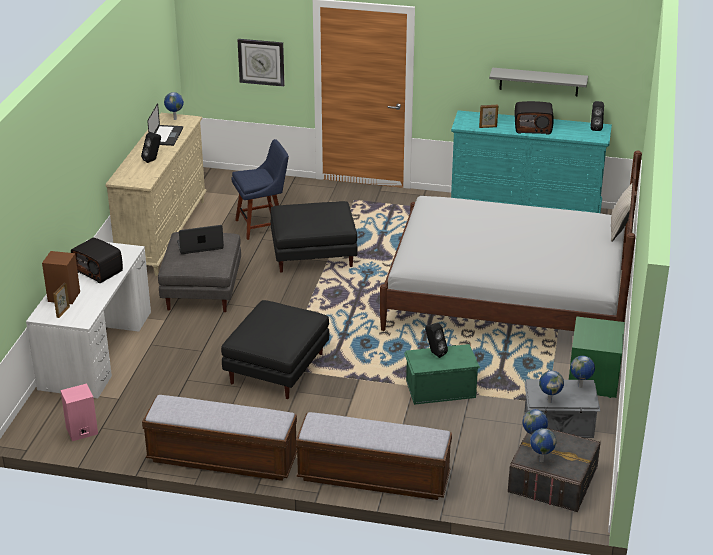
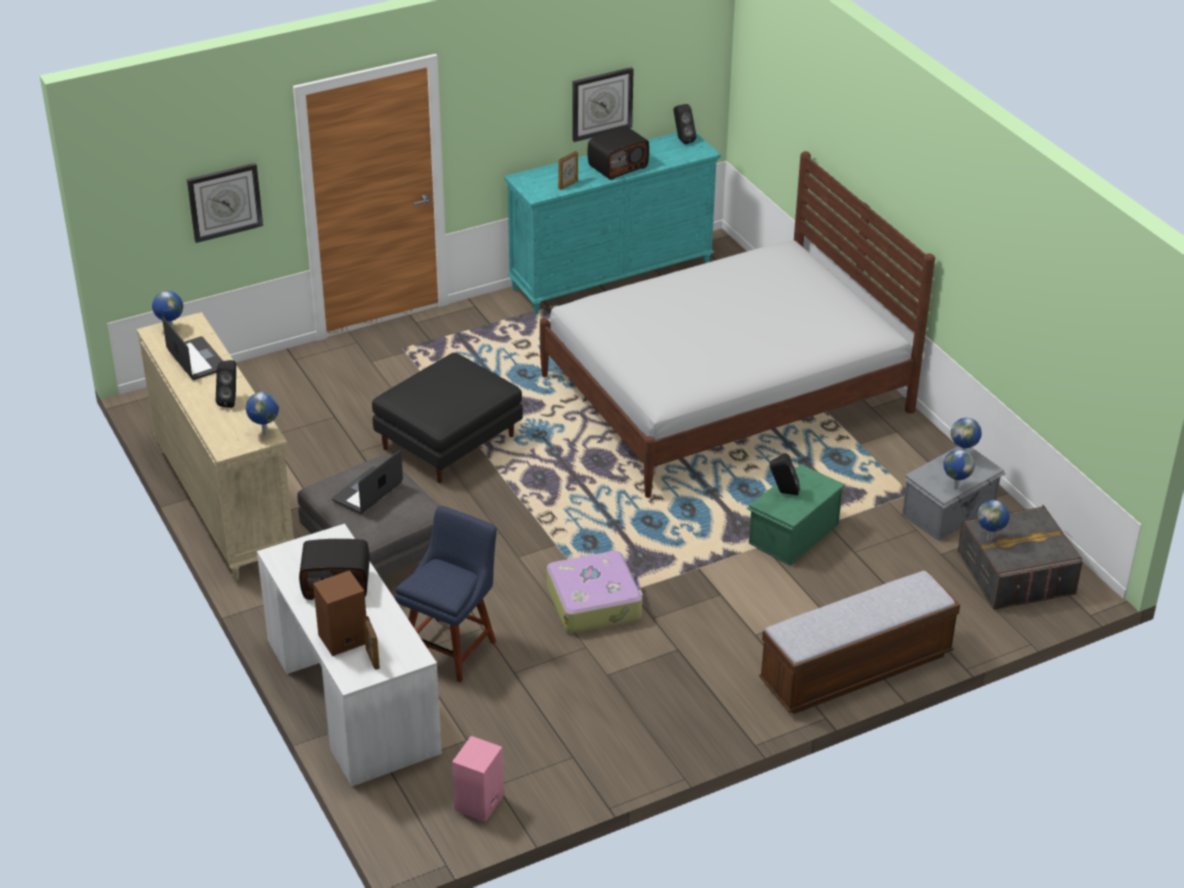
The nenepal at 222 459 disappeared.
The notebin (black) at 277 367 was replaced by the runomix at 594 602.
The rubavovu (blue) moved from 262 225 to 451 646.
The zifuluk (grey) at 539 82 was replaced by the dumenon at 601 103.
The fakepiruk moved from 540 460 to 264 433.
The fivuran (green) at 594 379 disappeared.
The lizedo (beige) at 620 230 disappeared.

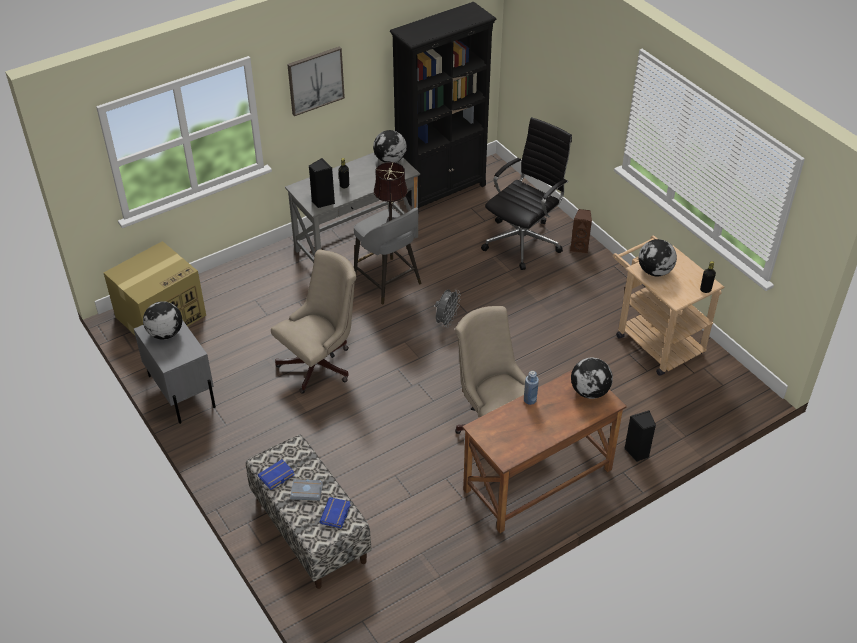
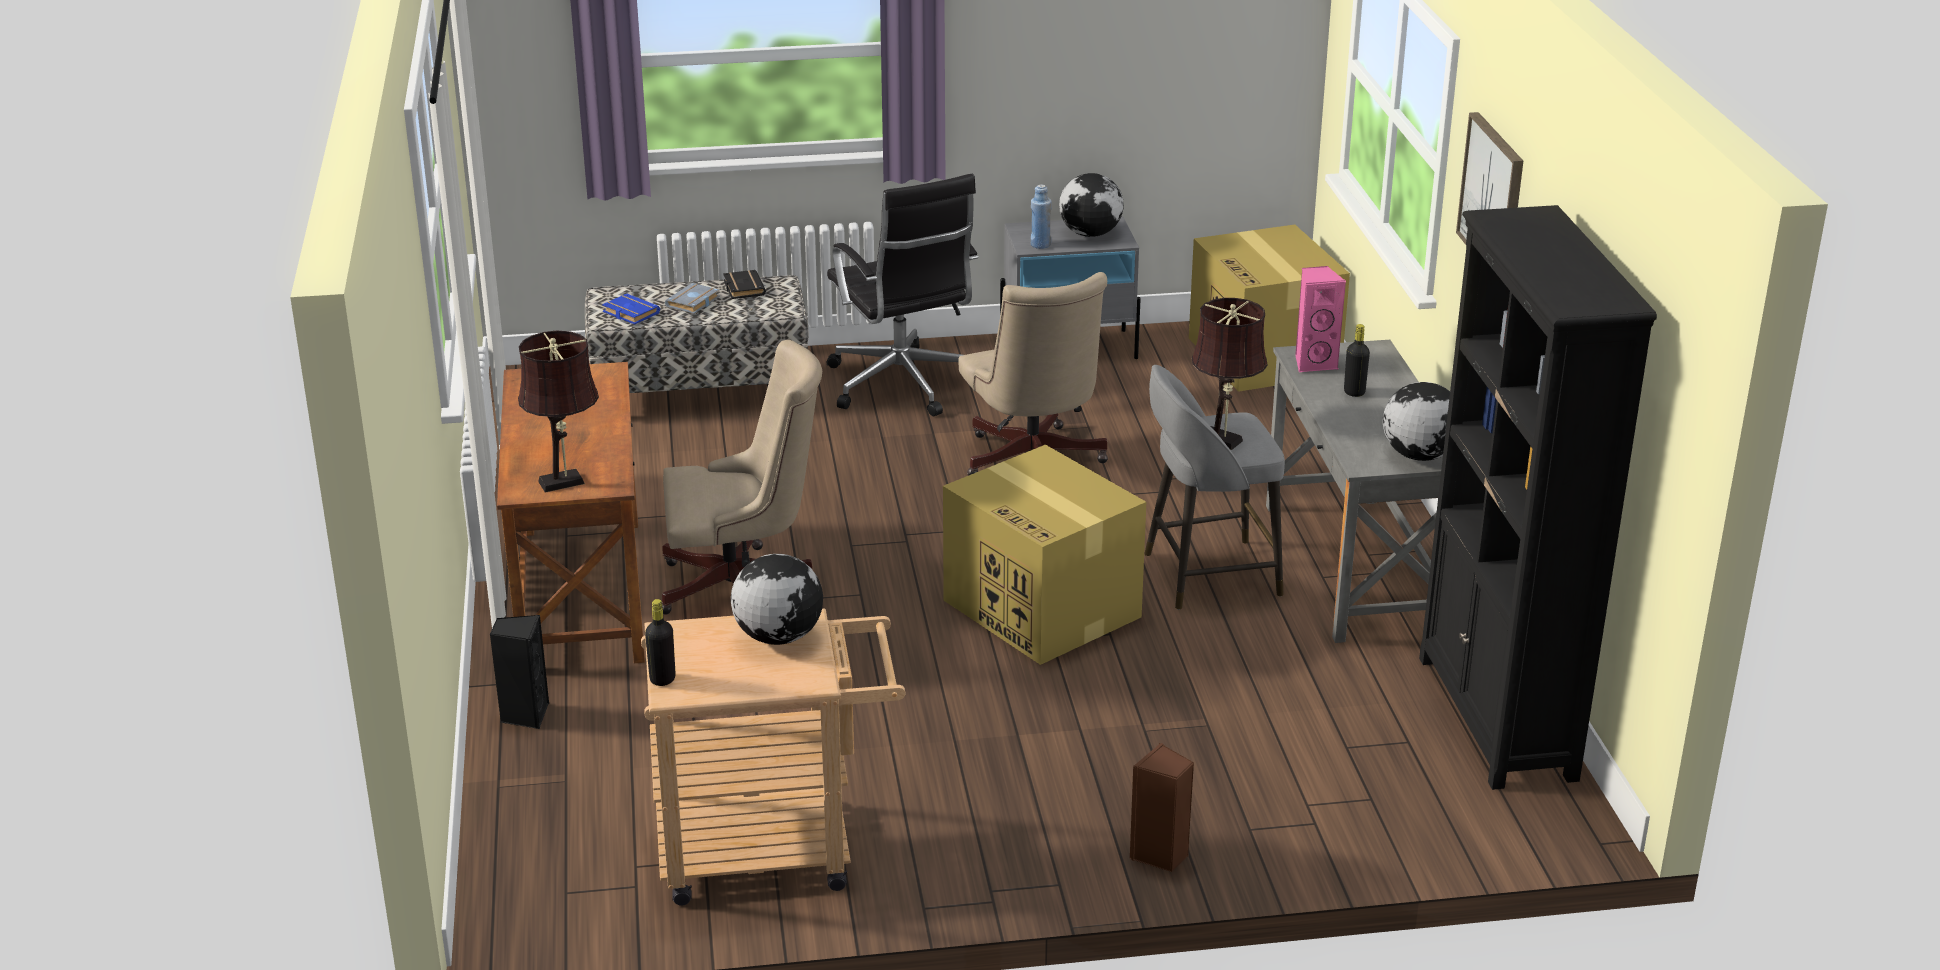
The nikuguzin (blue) at 276 477 became the nikuguzin (black) at 742 288.
The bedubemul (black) at 322 201 became the bedubemul (pink) at 1314 363.
The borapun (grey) at 446 321 was replaced by the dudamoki at 1044 609.
The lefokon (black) moved from 523 241 to 903 385.
The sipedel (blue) moved from 530 400 to 1040 245.
The fakepiruk at 590 391 was replaced by the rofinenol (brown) at 566 481.

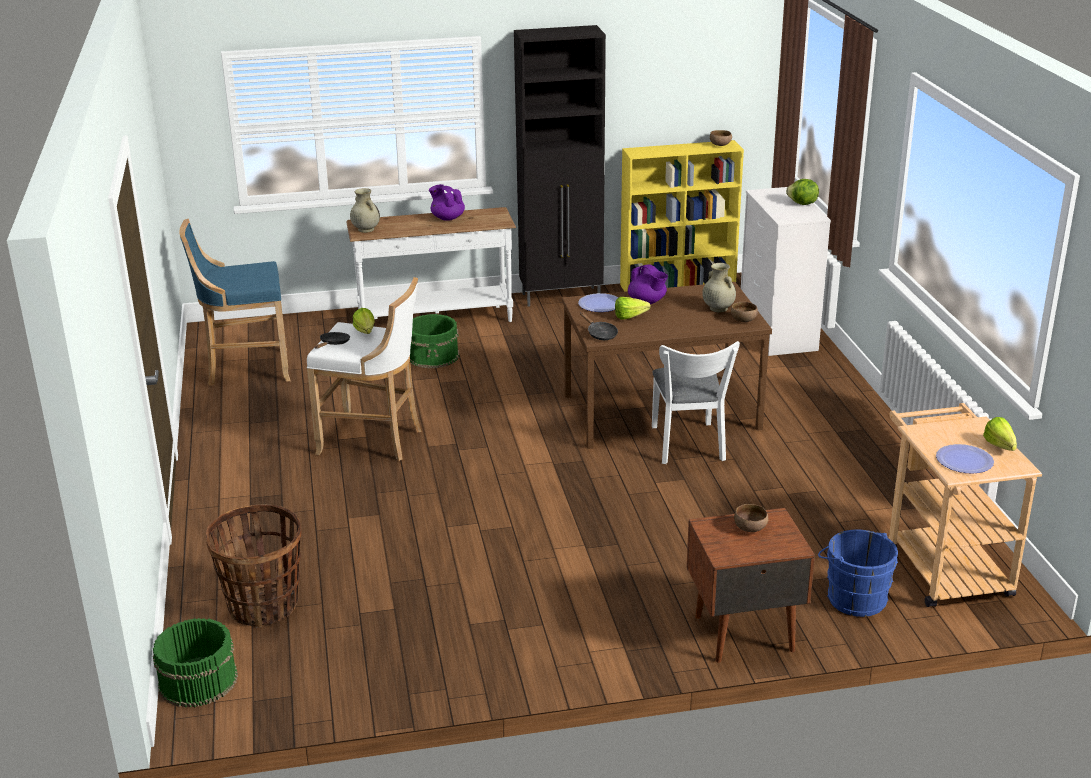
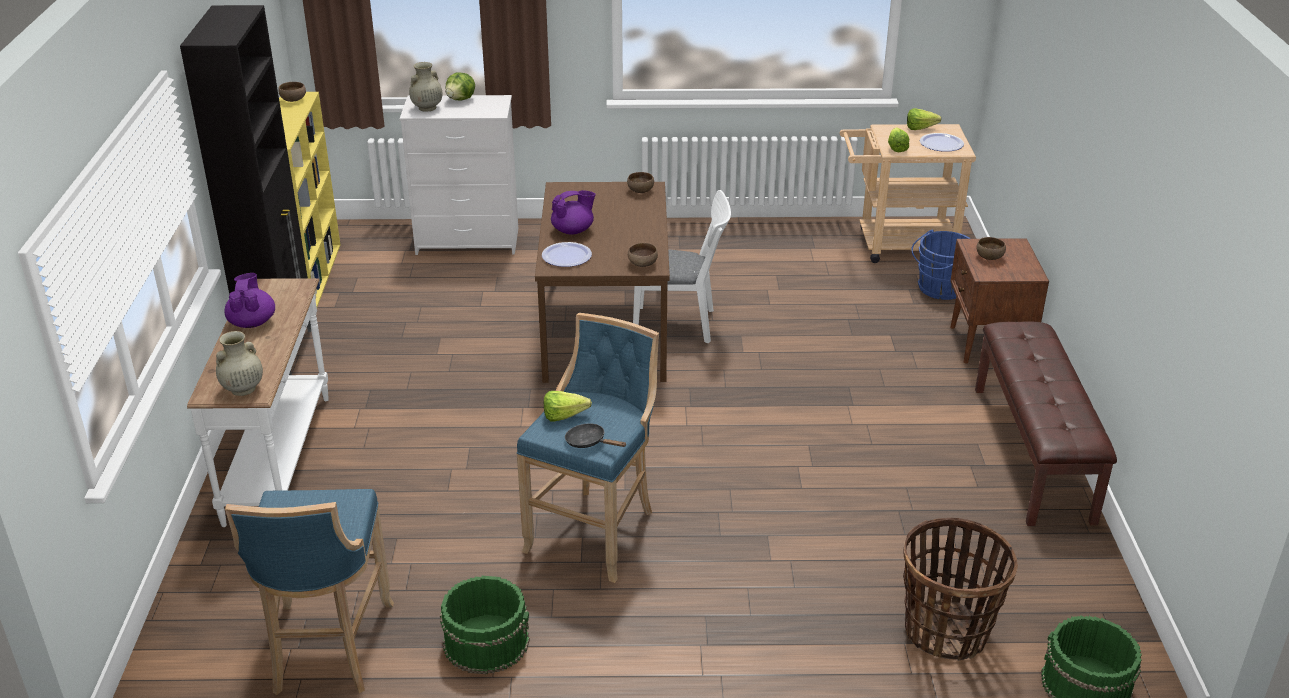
The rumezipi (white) at 374 441 became the rumezipi (blue) at 595 531.
The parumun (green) moved from 433 356 to 486 642.
The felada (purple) at 447 218 turned 120 degrees clockwise.
The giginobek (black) at 600 334 was replaced by the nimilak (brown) at 642 264.
The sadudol moved from 633 317 to 897 147.
The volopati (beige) moved from 718 308 to 427 108.
The nenepal (brown) at 1033 453 appeared.

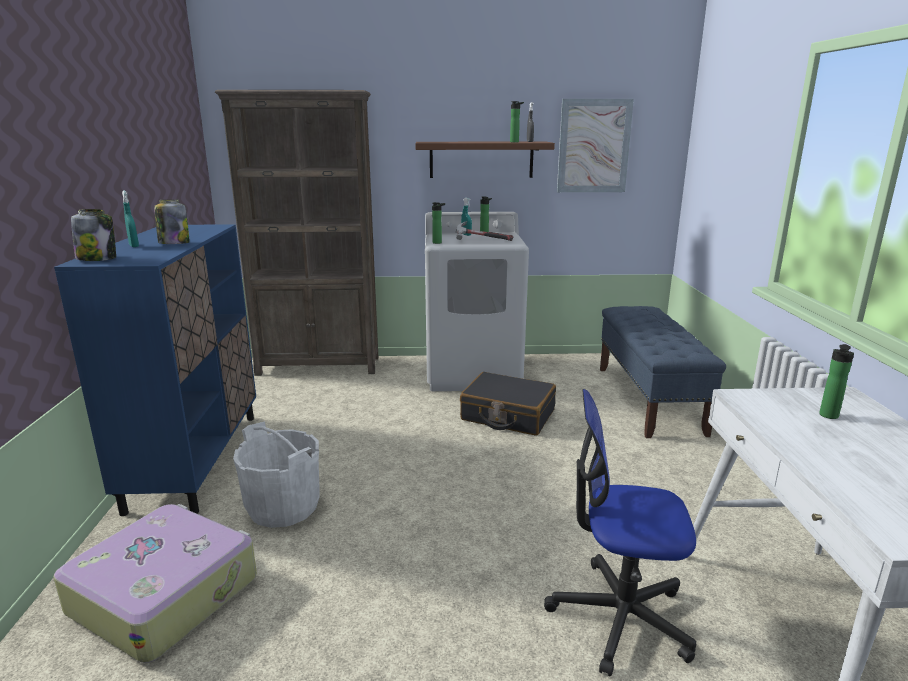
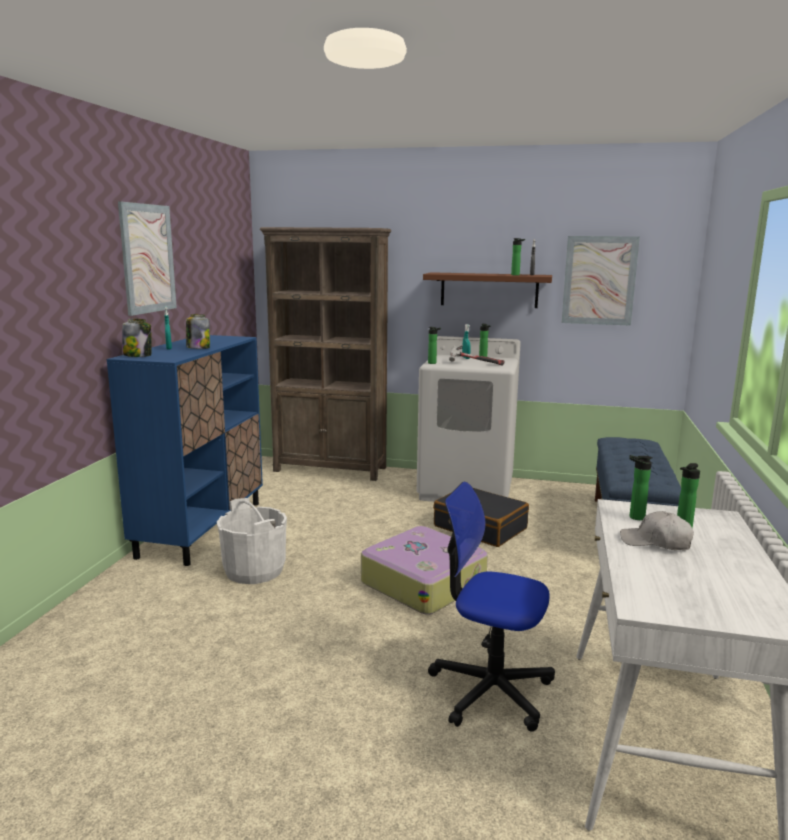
The runomix moved from 165 593 to 424 582.
The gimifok at 148 258 appeared.
The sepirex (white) at 656 542 appeared.
The sipedel at 634 517 appeared.

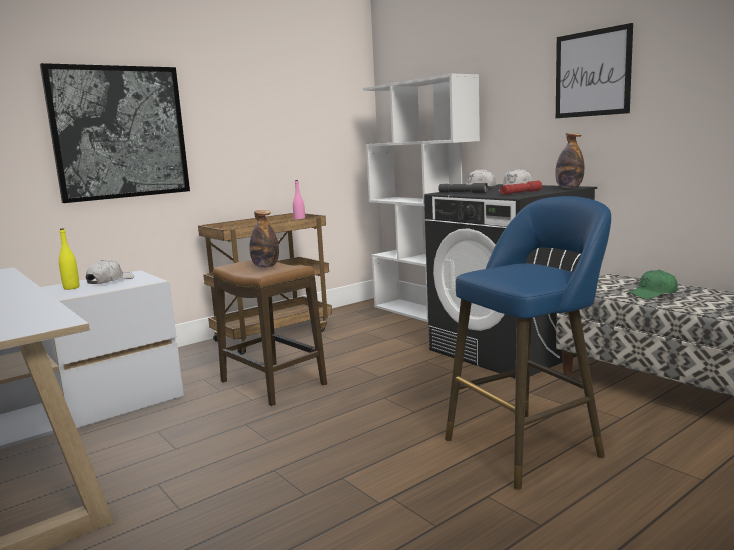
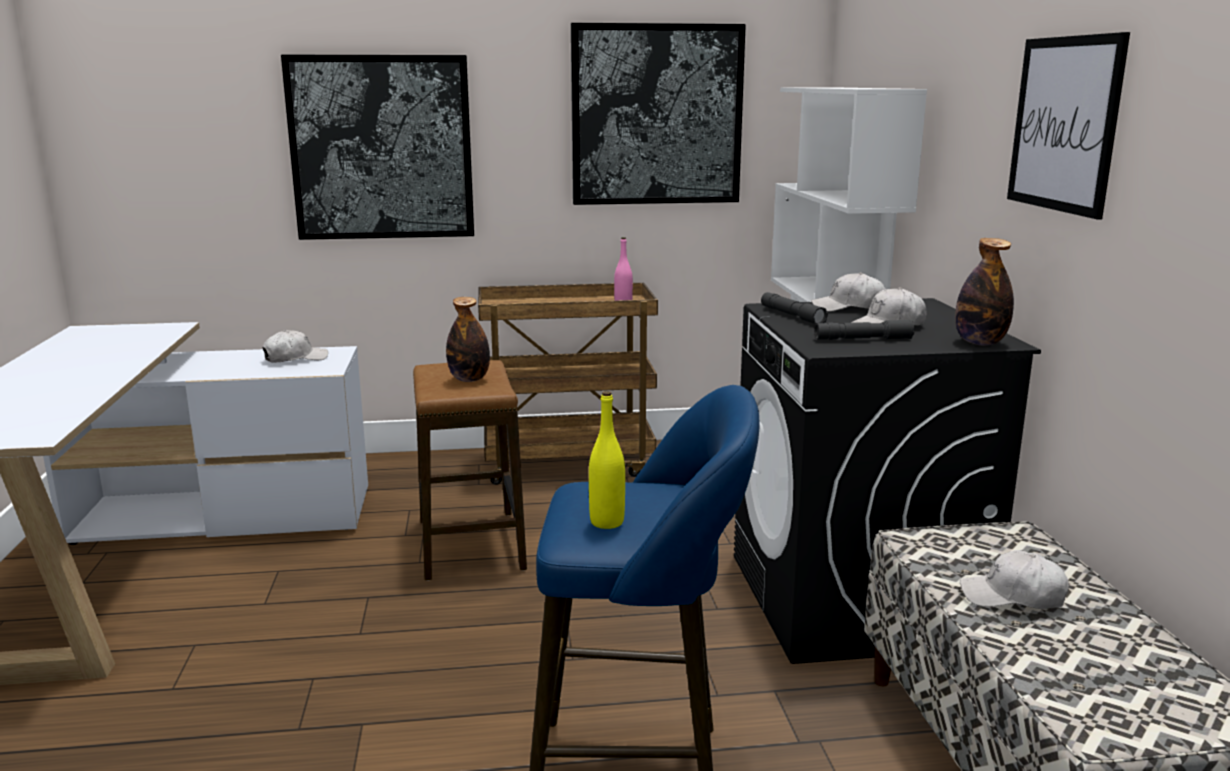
The sipedel (yellow) moved from 71 288 to 607 522.
The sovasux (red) at 521 193 became the sovasux (grey) at 863 339.
The sepirex (green) at 652 294 became the sepirex (white) at 1012 597.
The gimifok at 656 115 appeared.

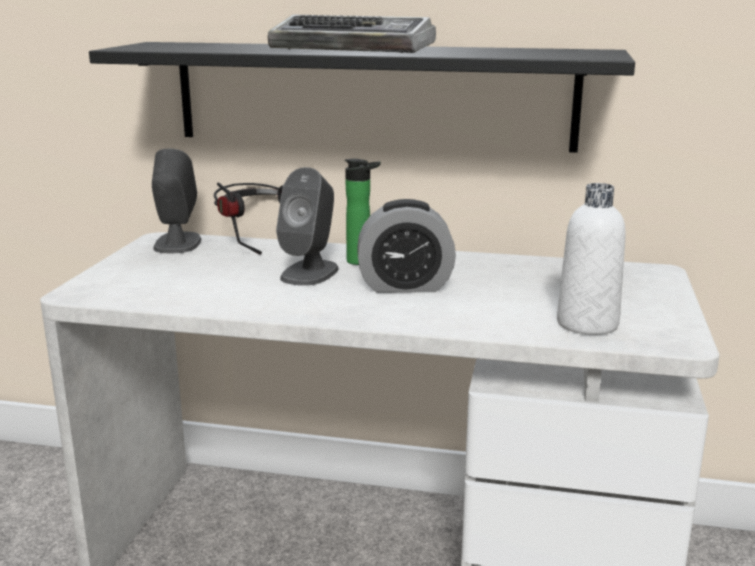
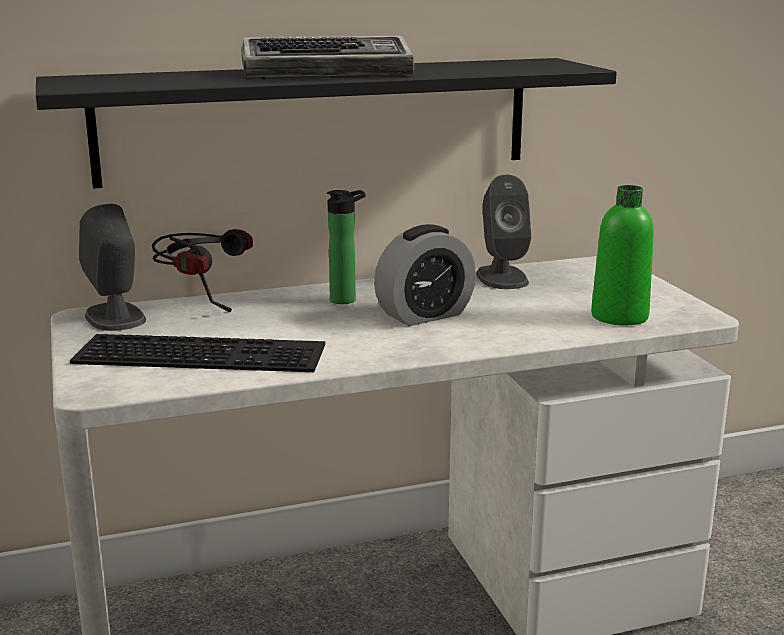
The bedubemul (grey) moved from 310 273 to 502 277.
The sipedel (white) at 587 324 became the sipedel (green) at 619 316.
The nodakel at 204 352 appeared.

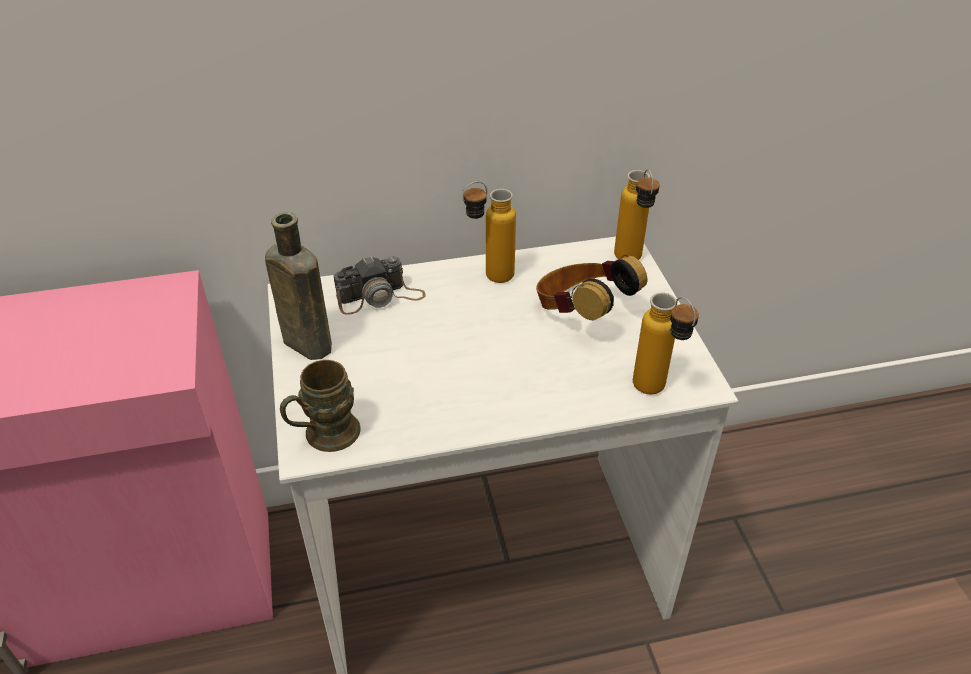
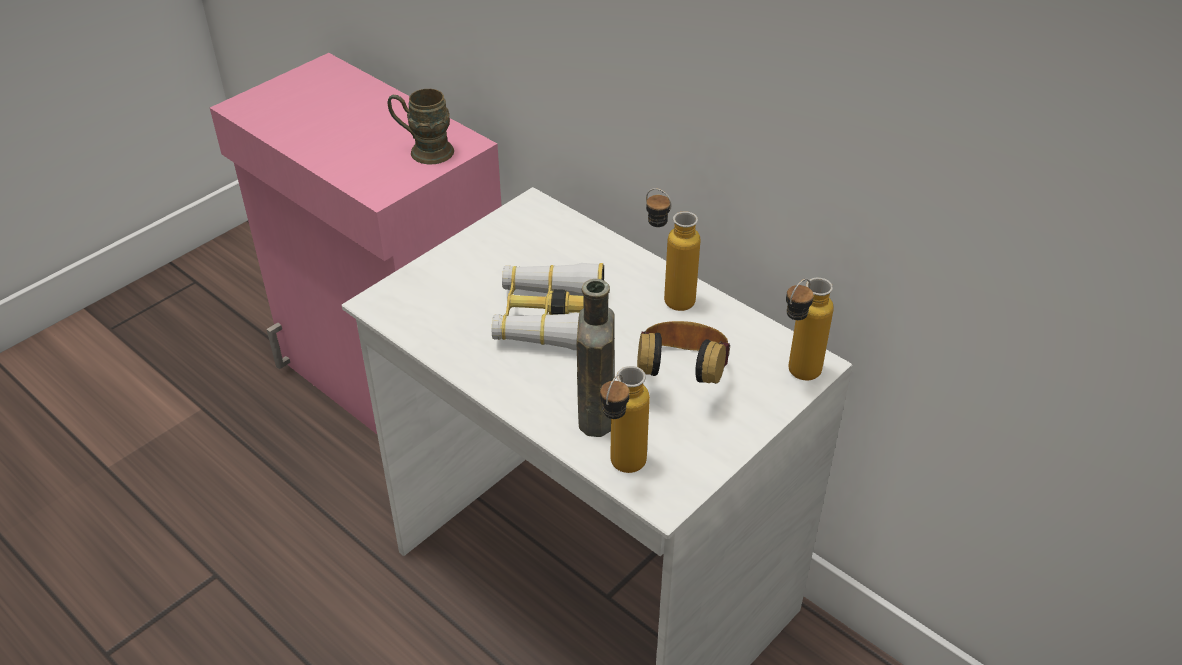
The sipedel (brown) moved from 305 342 to 596 411.
The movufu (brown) moved from 324 436 to 423 151.
The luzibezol at 380 297 disappeared.
The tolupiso at 550 318 appeared.

